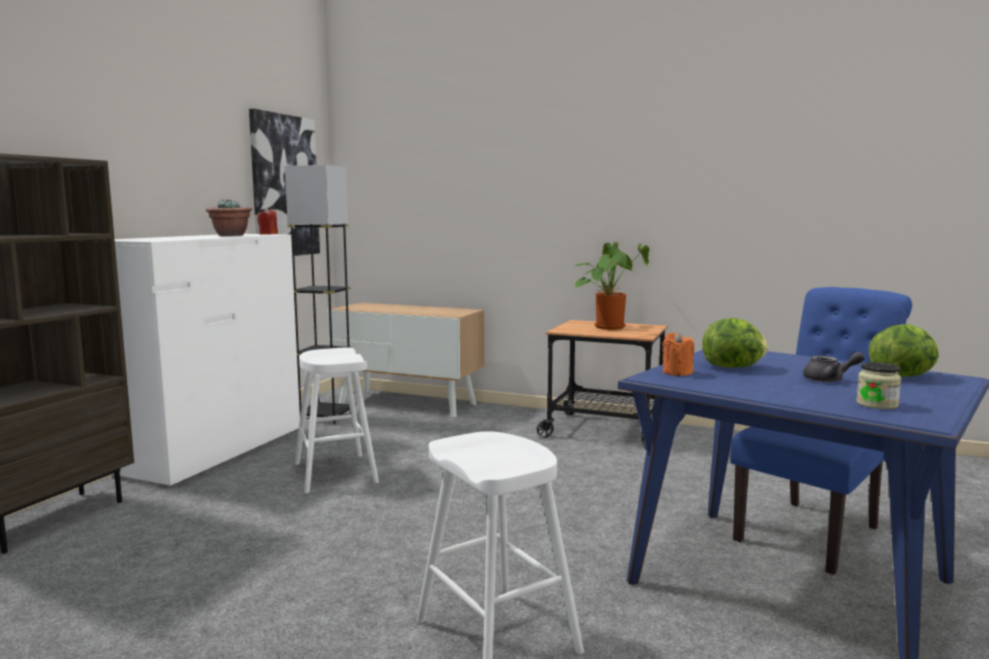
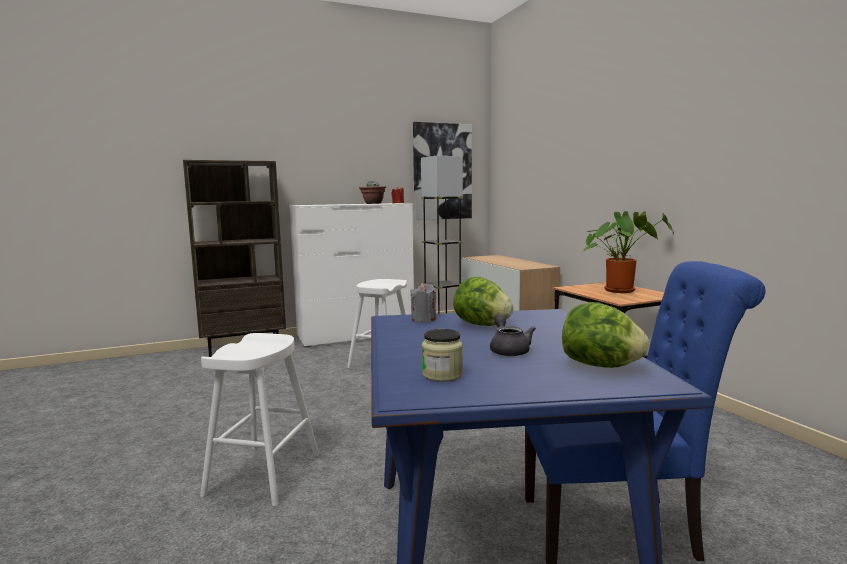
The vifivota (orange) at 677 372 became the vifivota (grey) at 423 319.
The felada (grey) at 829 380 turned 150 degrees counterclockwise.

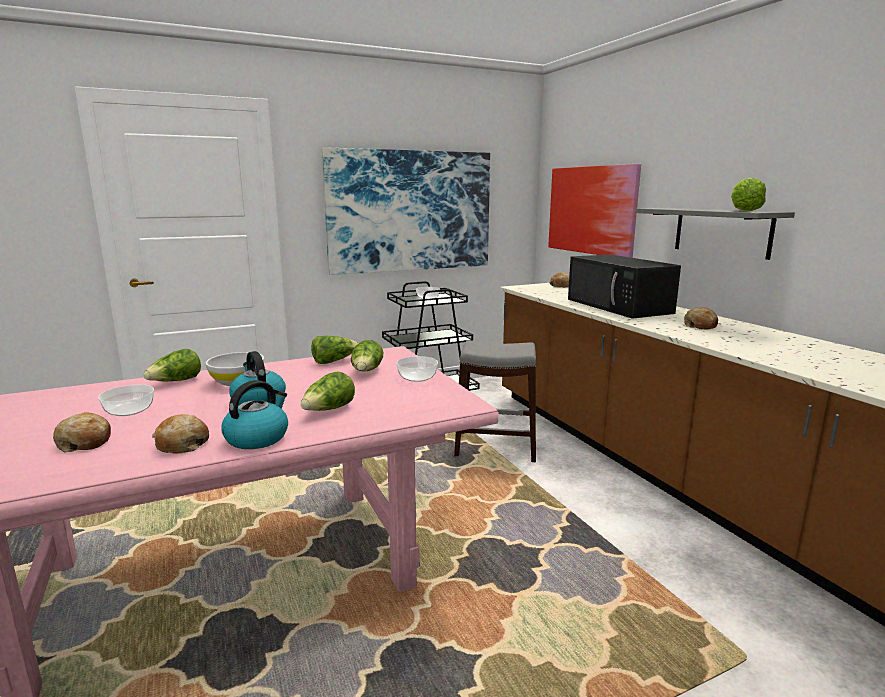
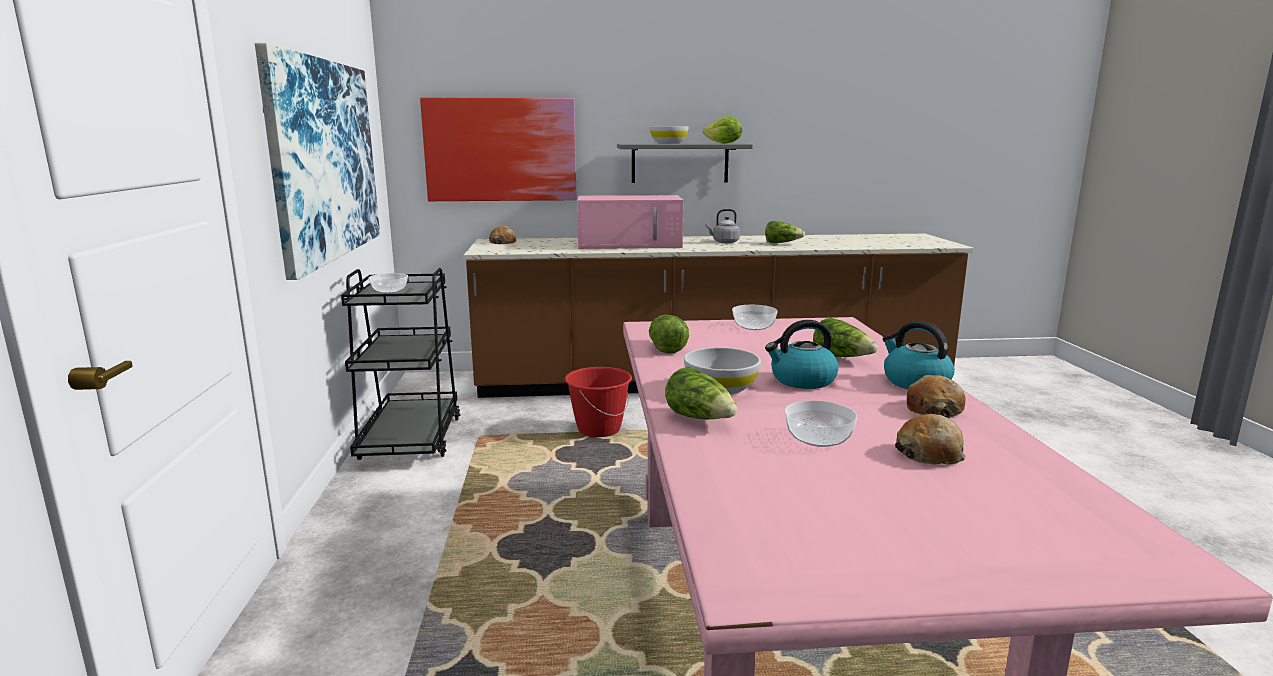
The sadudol moved from 367 371 to 782 243.
The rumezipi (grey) at 495 446 was replaced by the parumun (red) at 598 430.
The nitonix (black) at 619 306 became the nitonix (pink) at 631 244.
The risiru at 700 326 was replaced by the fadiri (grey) at 724 242.
The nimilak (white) at 668 143 appeared.

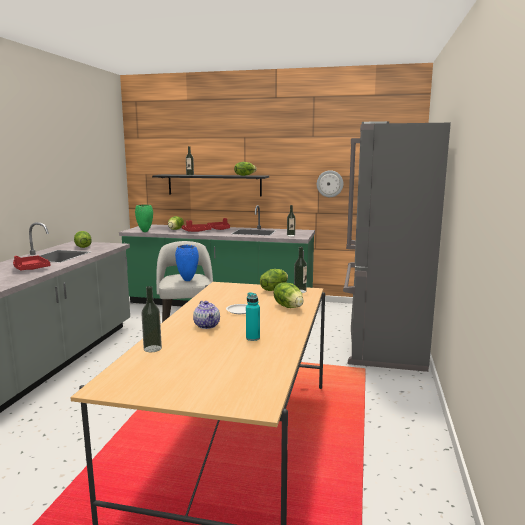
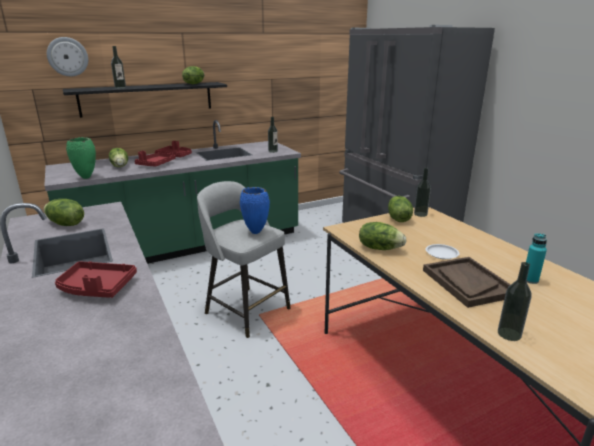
The felada at 207 325 was replaced by the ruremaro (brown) at 467 283.
The sadudol moved from 289 306 to 379 248.
The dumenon moved from 330 183 to 67 56.

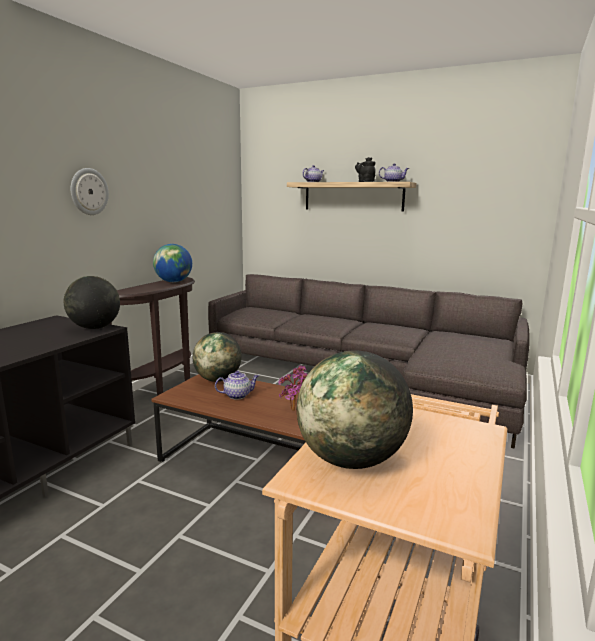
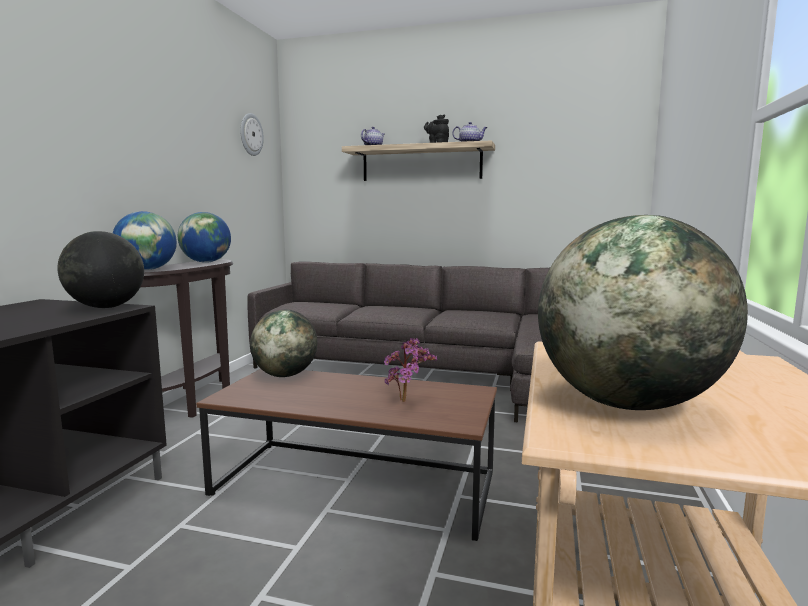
The dumenon moved from 89 191 to 250 134.
The felada at 238 395 disappeared.
The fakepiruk at 147 269 appeared.

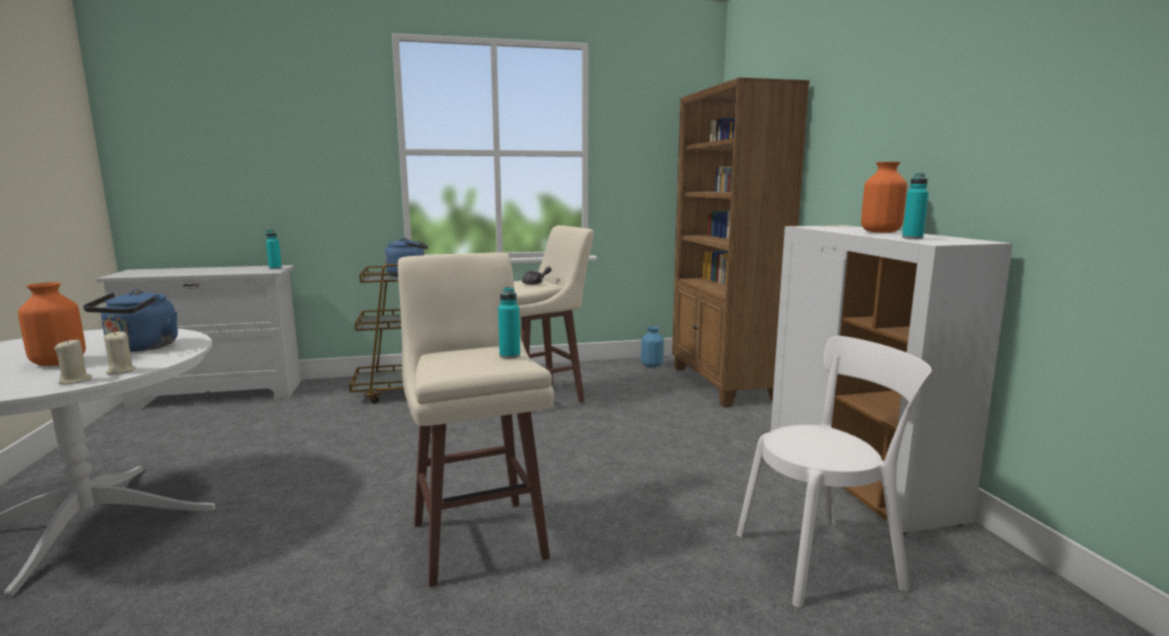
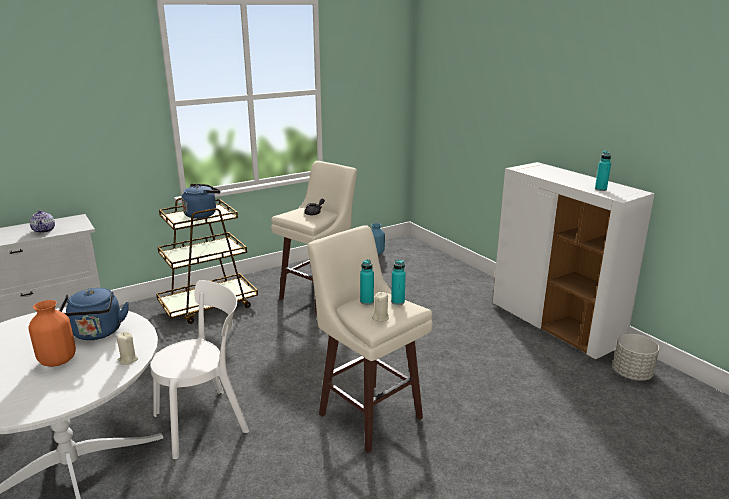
The vifivota (beige) moved from 75 380 to 380 318.
The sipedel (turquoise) moved from 275 268 to 367 301.
The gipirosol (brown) at 723 384 disappeared.
The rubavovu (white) moved from 824 558 to 205 421.
The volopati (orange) at 880 232 disappeared.
The felada at 44 230 appeared.
The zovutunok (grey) at 631 374 appeared.

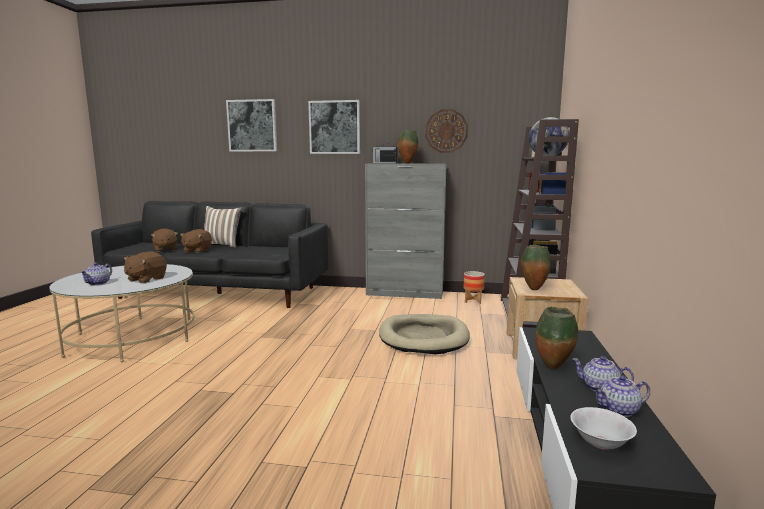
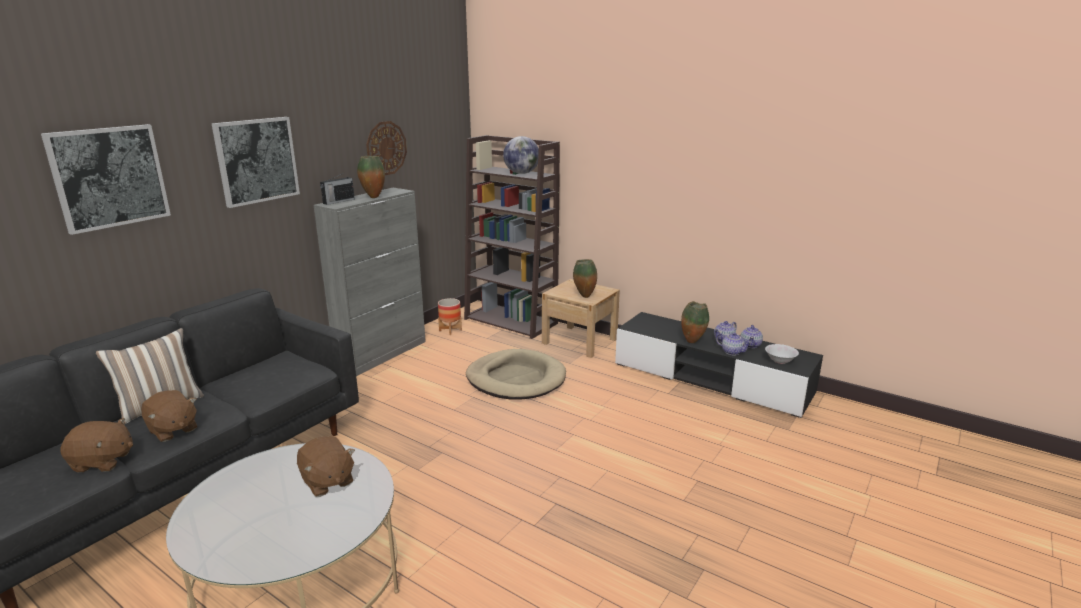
The felada moved from 98 283 to 732 352.

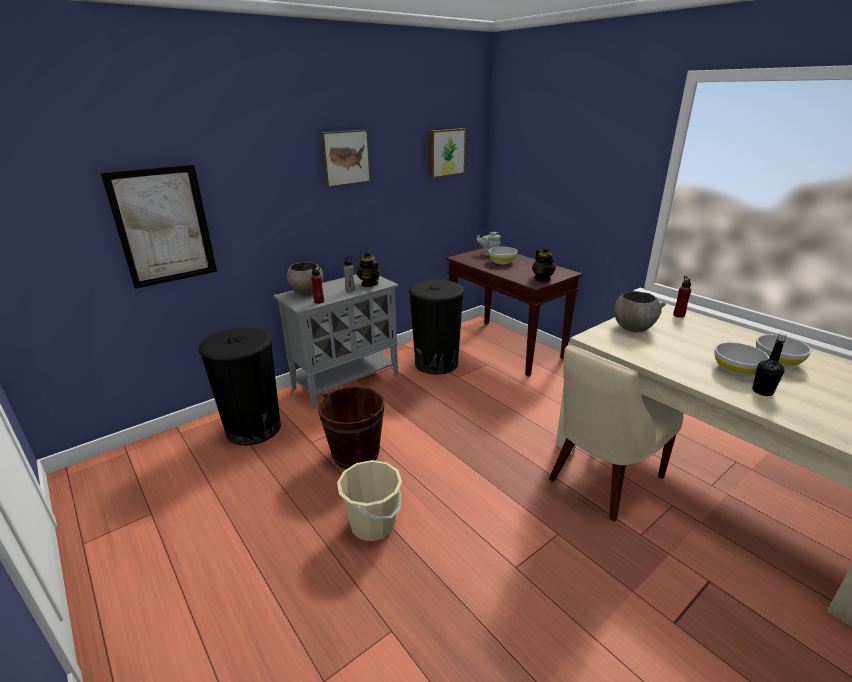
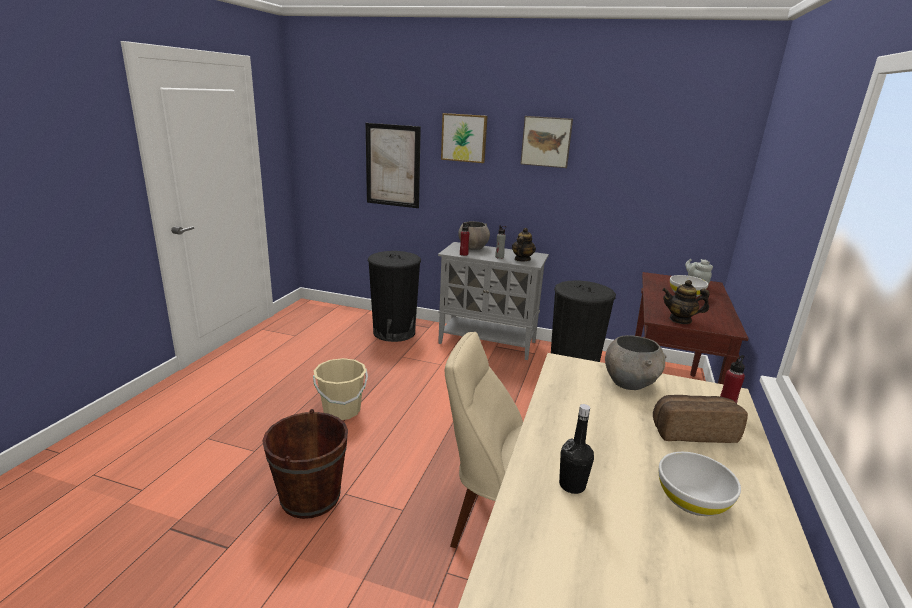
The parumun (brown) moved from 356 454 to 310 497.
The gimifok moved from 446 152 to 464 138.
The felada at 542 279 turned 60 degrees clockwise.
The nimilak (white) at 736 370 disappeared.
The risiru at 692 431 appeared.

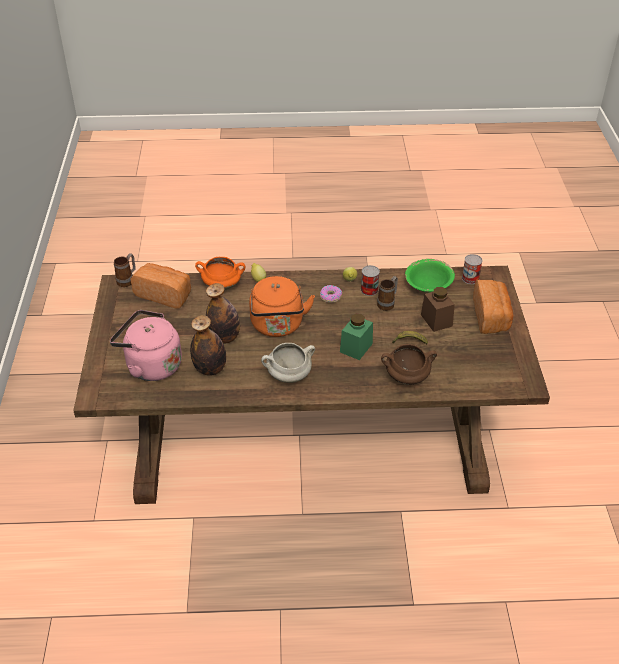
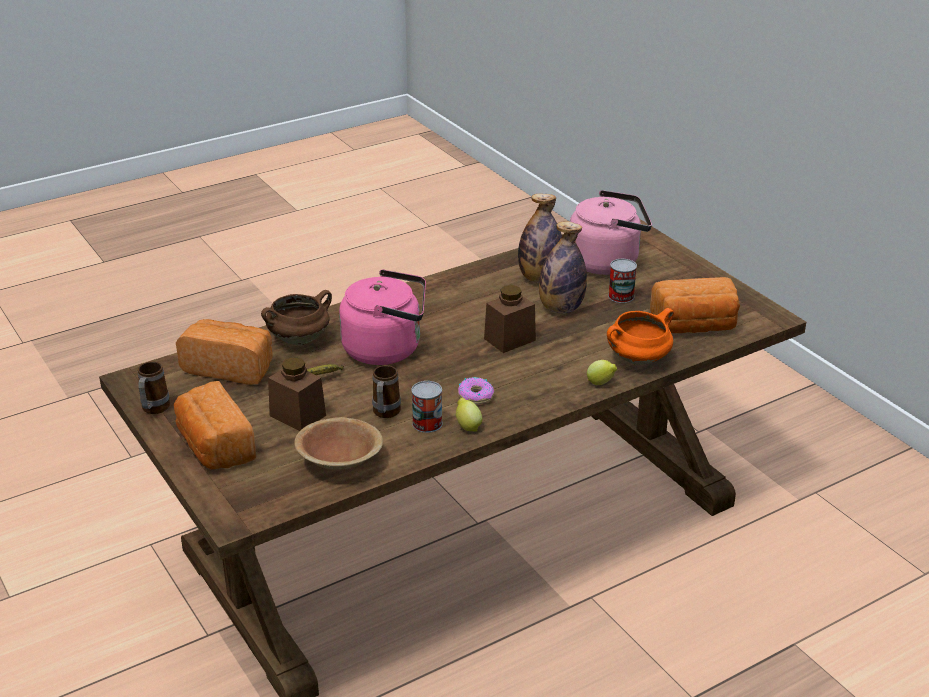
The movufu moved from 127 280 to 153 410.
The fadiri (orange) at 278 326 was replaced by the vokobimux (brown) at 509 339.
The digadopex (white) at 288 376 disappeared.
The vokobimux (green) at 356 347 was replaced by the fadiri (pink) at 387 349.
The nimilak (green) at 428 285 became the nimilak (brown) at 340 461.
The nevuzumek moved from 470 278 to 621 296.
The risiru at 230 367 appeared.

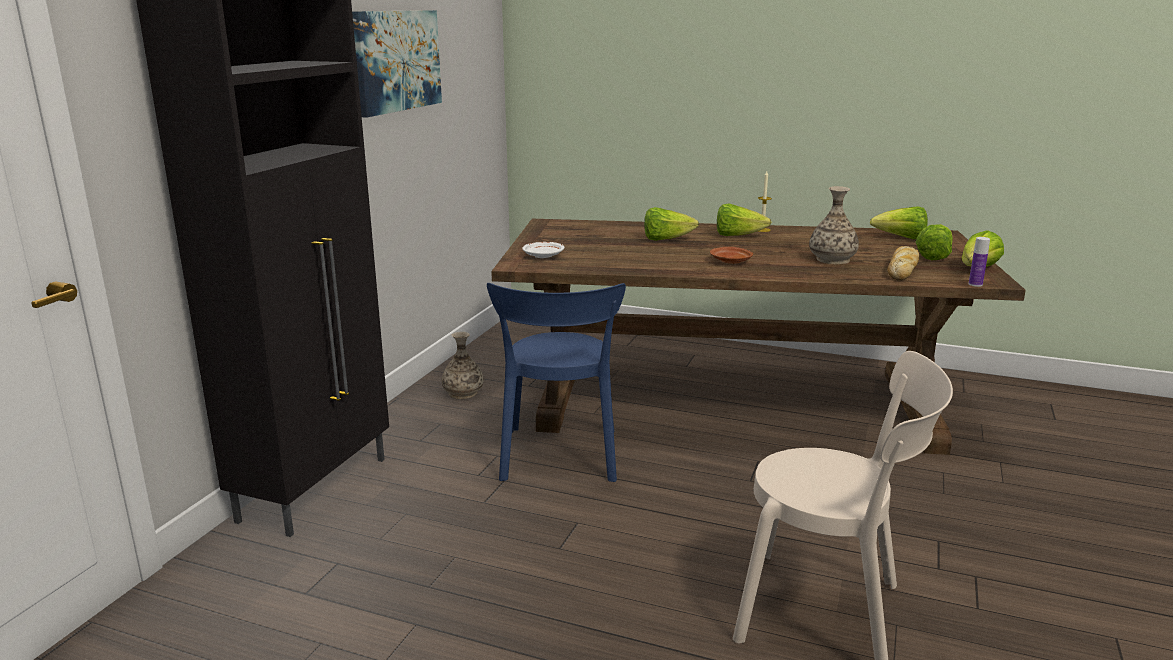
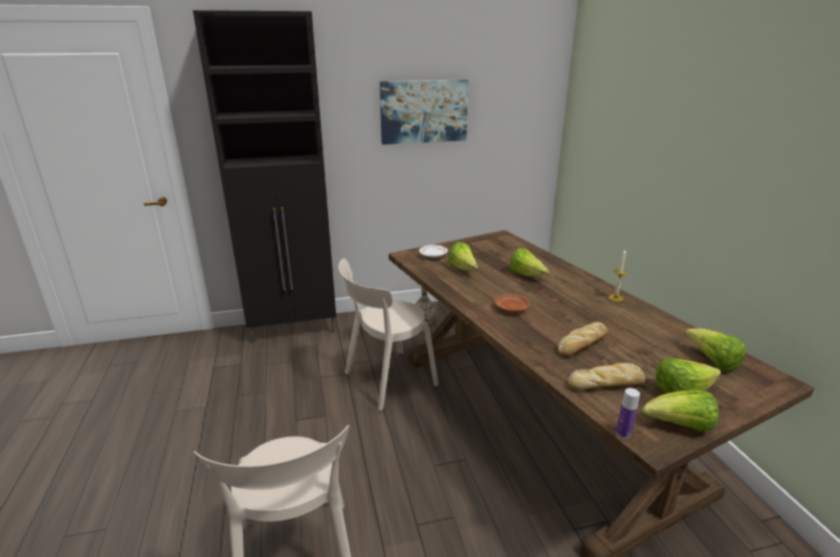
The rubavovu (blue) at 559 458 became the rubavovu (beige) at 386 380.
The sadudol moved from 737 236 to 463 269.
The volopati at 832 260 was replaced by the risiru at 582 345.

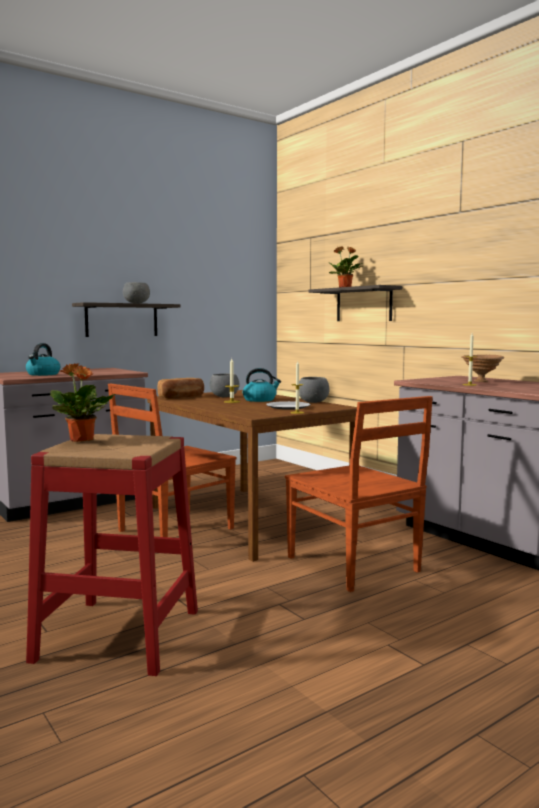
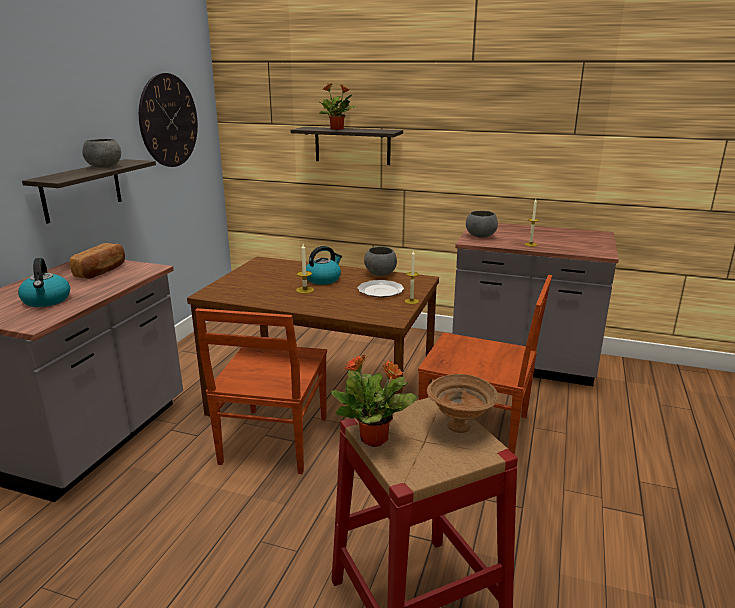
The risiru moved from 182 397 to 102 271.
The nimilak (grey) moved from 224 397 to 480 236.
The nimilak (brown) moved from 482 381 to 460 427.
The dumenon at 168 120 appeared.

